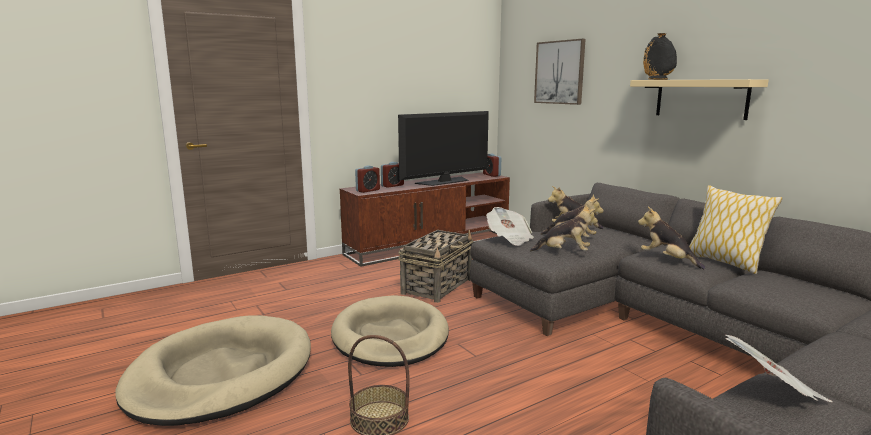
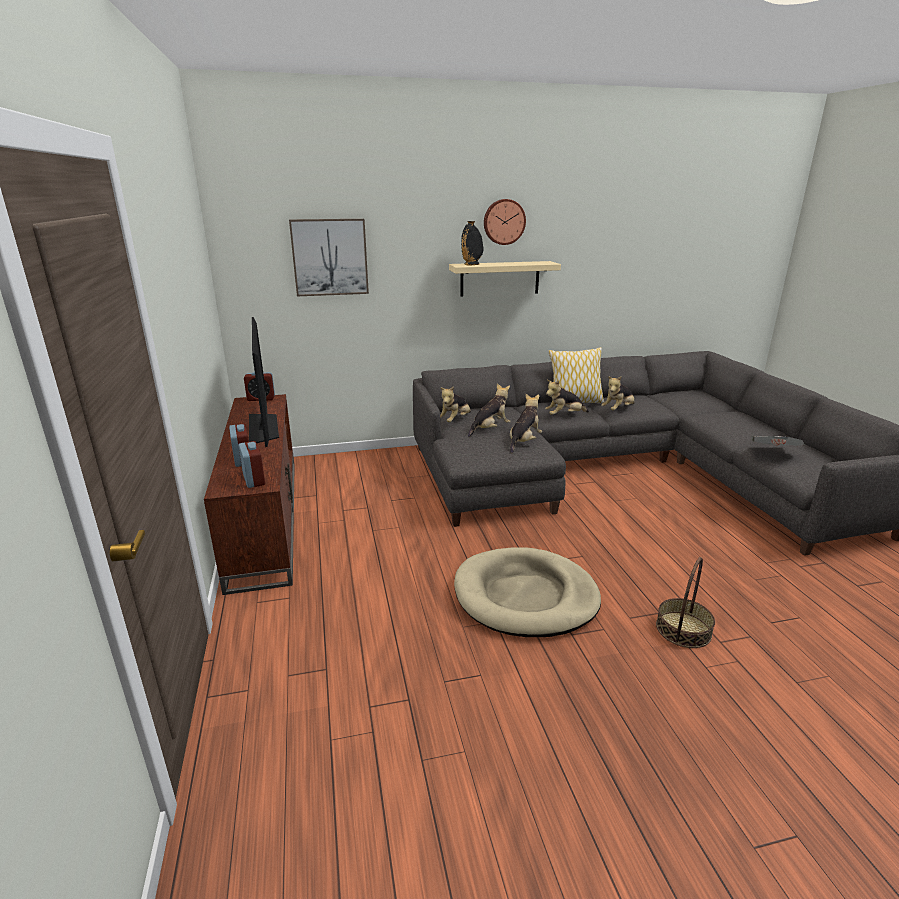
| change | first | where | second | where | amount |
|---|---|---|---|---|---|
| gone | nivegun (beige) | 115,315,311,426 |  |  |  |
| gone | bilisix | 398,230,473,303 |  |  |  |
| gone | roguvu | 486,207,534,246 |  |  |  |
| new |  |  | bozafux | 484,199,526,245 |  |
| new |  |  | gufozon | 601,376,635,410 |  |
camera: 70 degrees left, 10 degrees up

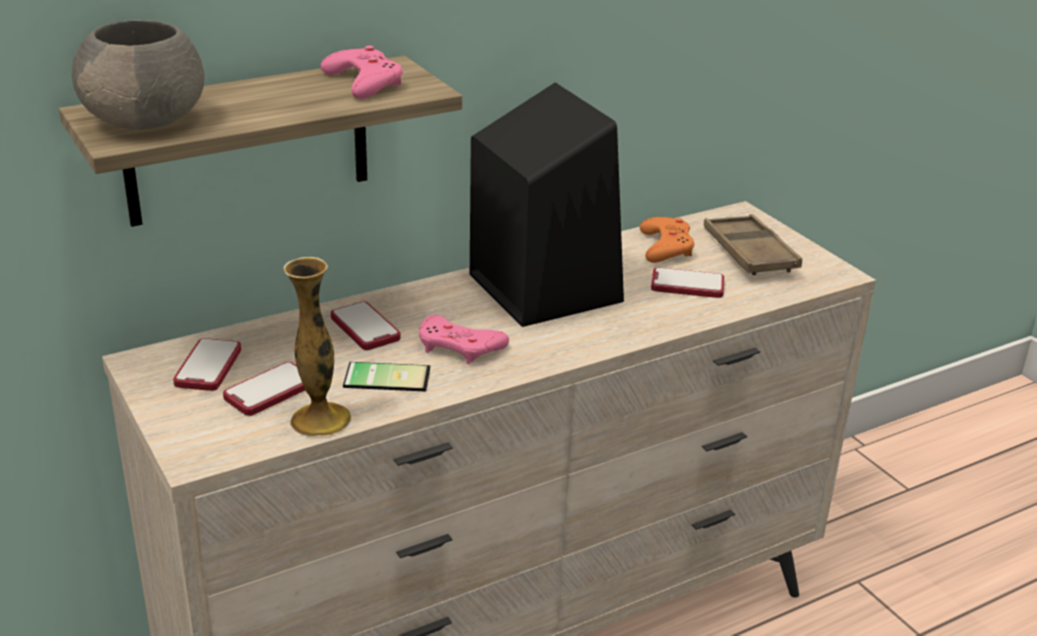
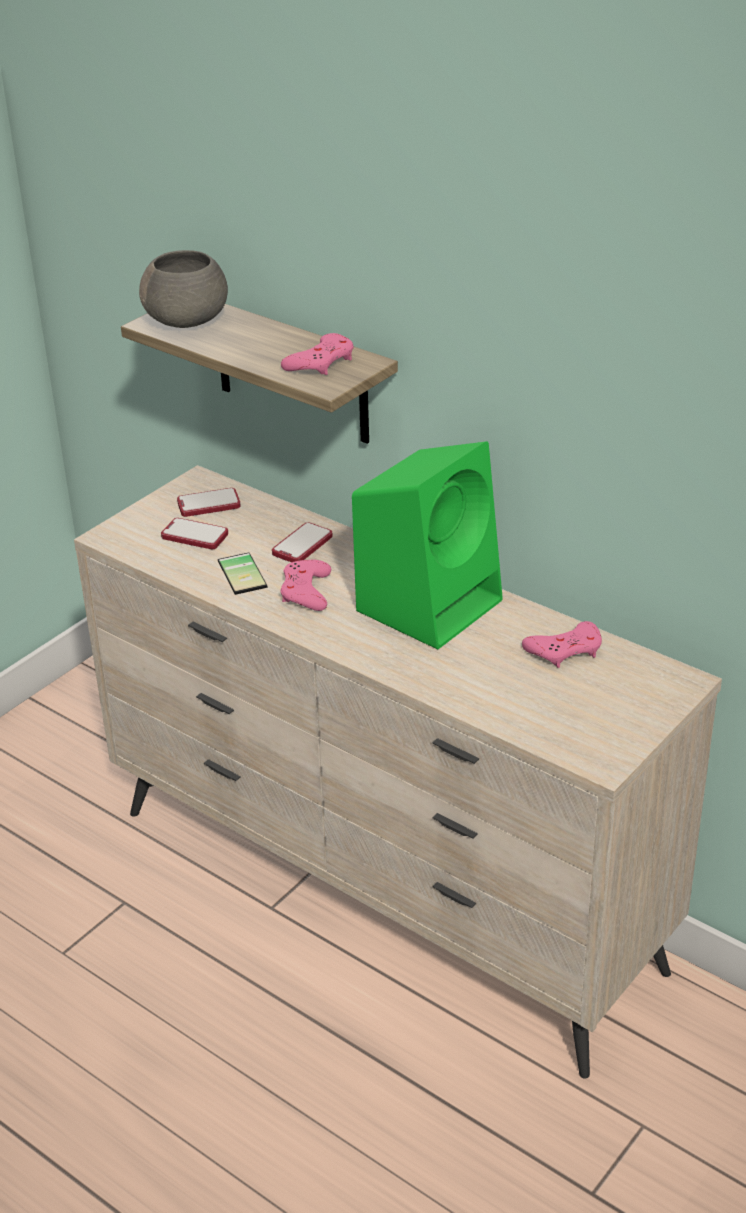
| change | first | where | second | where | amount |
|---|---|---|---|---|---|
| gone | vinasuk | 283,257,352,437 |  |  |  |
| gone | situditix | 651,267,724,298 |  |  |  |
| gone | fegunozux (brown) | 704,214,802,276 |  |  |  |
| repainted | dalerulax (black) | 469,82,624,327 | dalerulax (green) | 352,441,503,649 |  |
| repainted | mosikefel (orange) | 640,217,694,263 | mosikefel (pink) | 522,621,602,668 |  |
camera: 70 degrees right, 5 degrees up

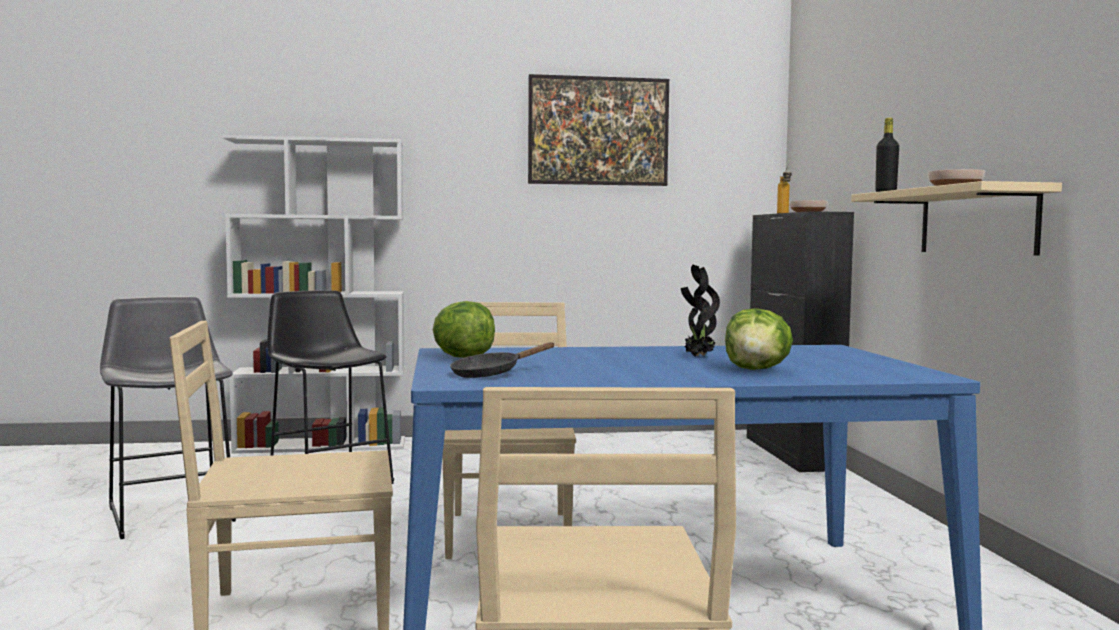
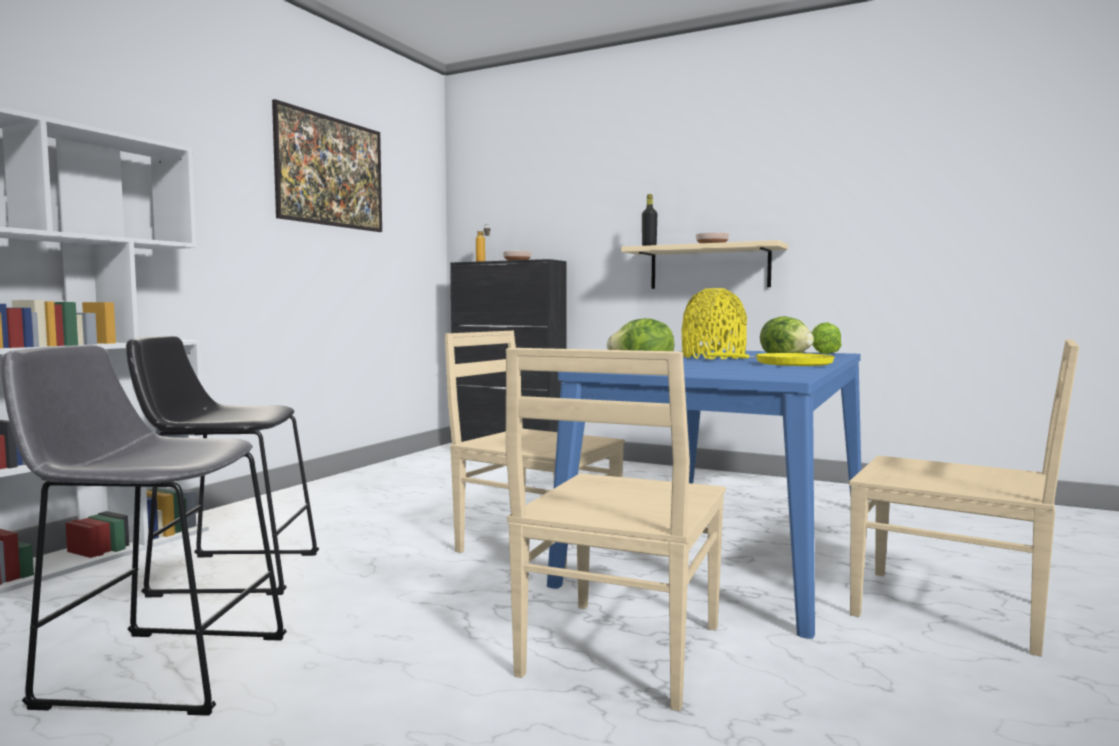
| change | first | where | second | where | amount |
|---|---|---|---|---|---|
| gone | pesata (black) | 450,342,555,378 |  |  |  |
| new |  |  | pesata (yellow) | 707,352,835,366 |  |
| new |  |  | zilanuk | 811,322,842,354 |  |
| swapped | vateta | 681,264,720,357 | vinasuk (yellow) | 682,288,747,360 |  |
camera: 55 degrees left, 0 degrees up

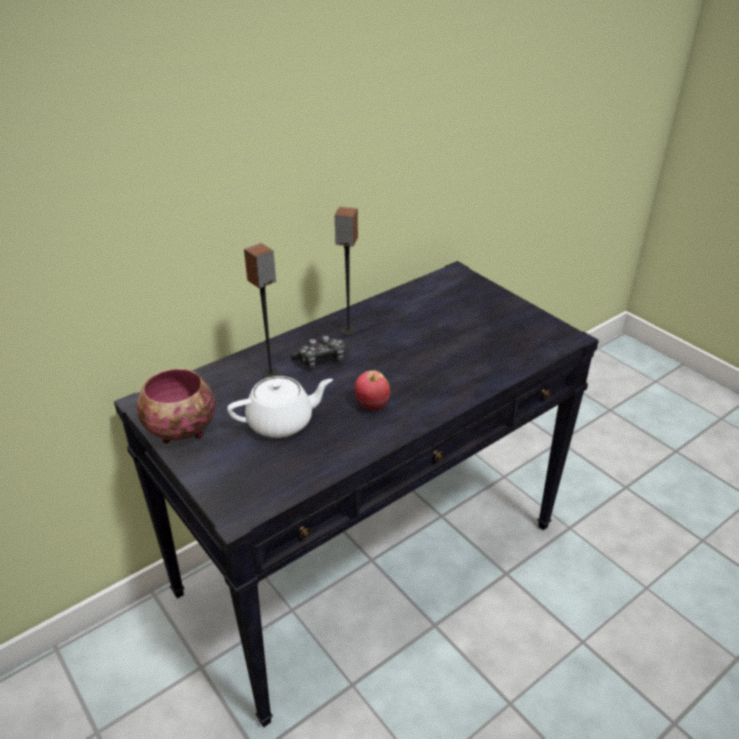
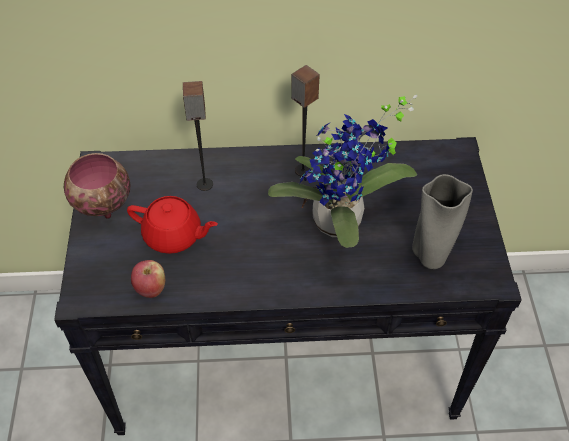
| change | first | where | second | where | amount |
|---|---|---|---|---|---|
| gone | mosikefel | 291,336,345,368 |  |  |  |
| new |  |  | vateta | 268,95,417,248 |  |
| new |  |  | vinasuk (grey) | 412,174,473,269 |  |
| shifted | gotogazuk | 355,371,390,410 |  | 131,260,165,298 |  |
| repainted | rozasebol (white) | 227,376,333,438 | rozasebol (red) | 127,196,218,254 |  |
camera: 35 degrees right, 15 degrees up

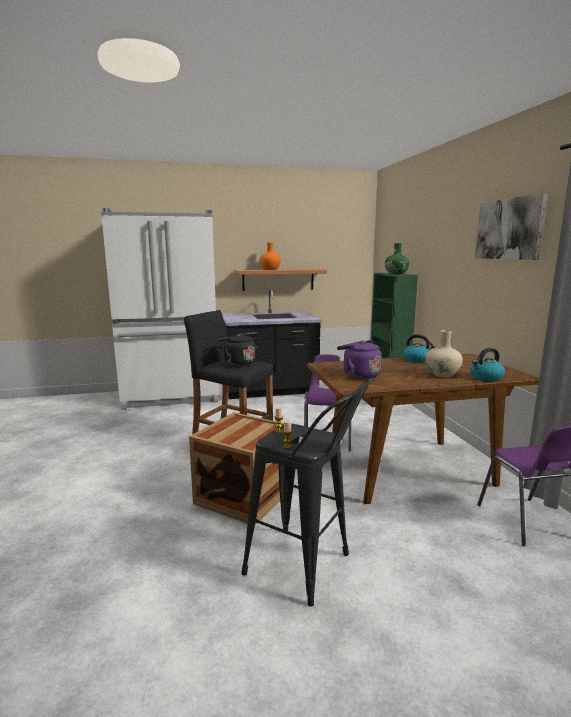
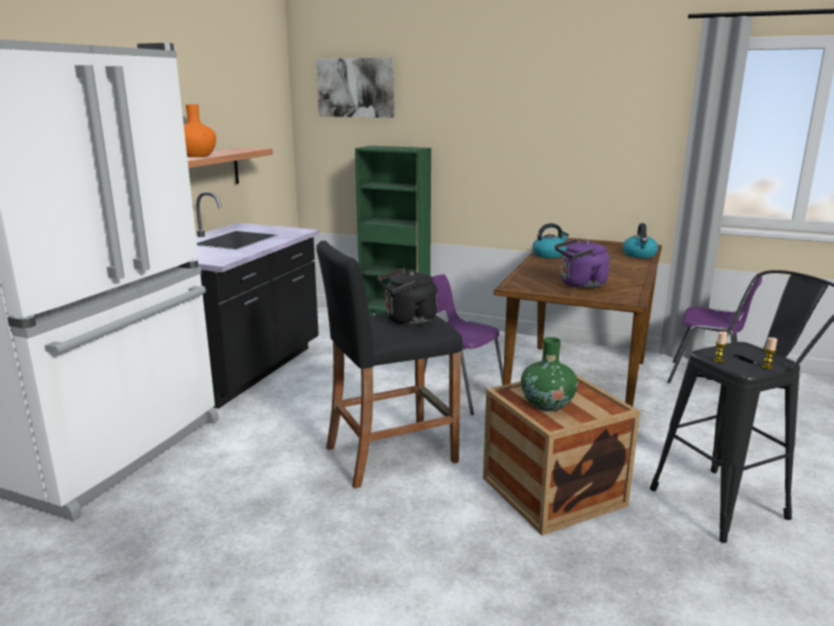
| change | first | where | second | where | amount |
|---|---|---|---|---|---|
| gone | vinasuk (beige) | 425,330,463,377 |  |  |  |
| shifted | vinasuk (green) | 385,243,409,274 |  | 521,337,578,411 |  |
| shifted | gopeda | 475,193,548,260 |  | 316,58,394,118 |  |
camera: 55 degrees left, 5 degrees up

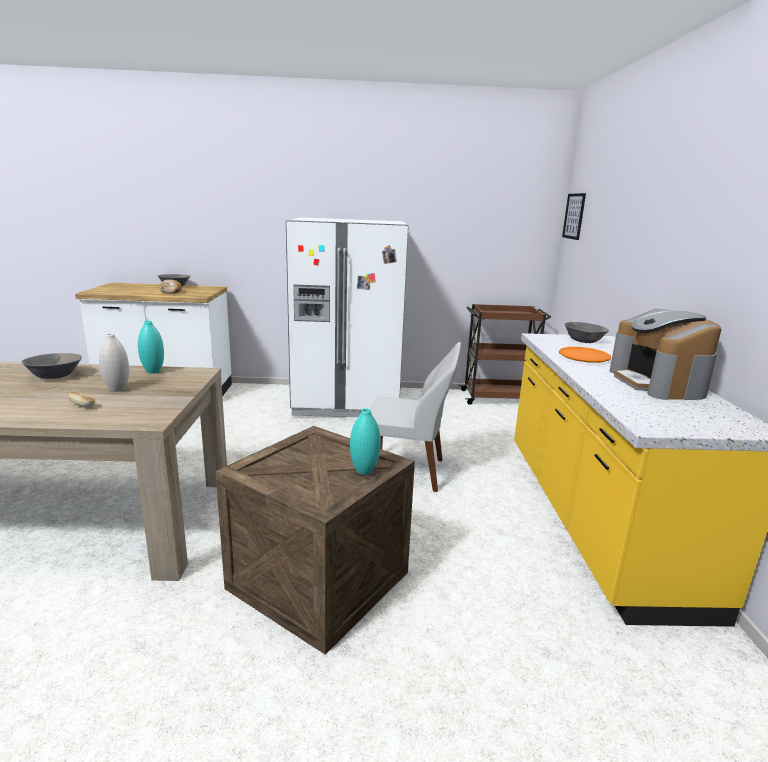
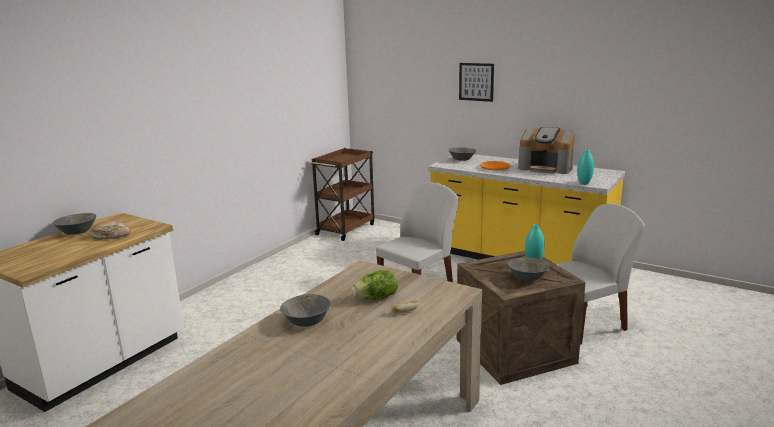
| change | first | where | second | where | amount |
|---|---|---|---|---|---|
| gone | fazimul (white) | 286,217,409,417 |  |  |  |
| new |  |  | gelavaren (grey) | 508,258,550,281 |  |
| new |  |  | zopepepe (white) | 556,203,645,345 |  |
| shifted | vinasuk (turquoise) | 138,321,164,374 |  | 577,149,594,185 |  |
| shifted | gopeda | 562,193,586,240 |  | 459,63,494,102 |  |
| swapped | vinasuk (white) | 99,333,129,392 | zilanuk | 352,270,398,300 |  |
camera: 55 degrees left, 0 degrees up

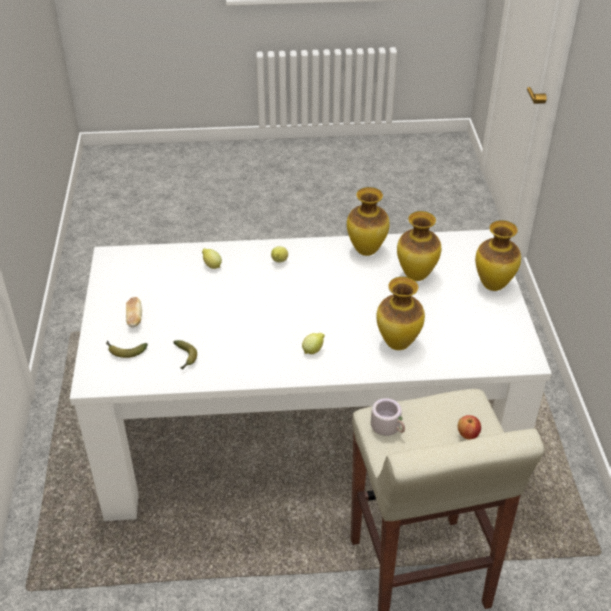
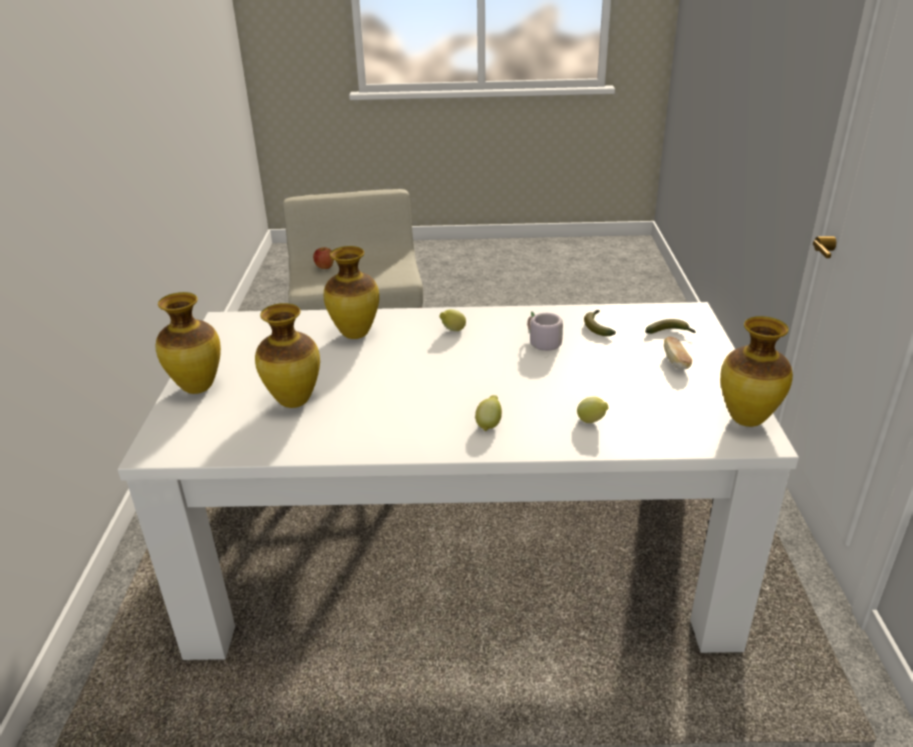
| change | first | where | second | where | amount |
|---|---|---|---|---|---|
| shifted | vinasuk | 347,187,390,256 |  | 720,316,793,427 |  |
| shifted | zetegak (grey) | 371,398,405,436 |  | 527,311,563,358 |  |
camera: 175 degrees left, 10 degrees down

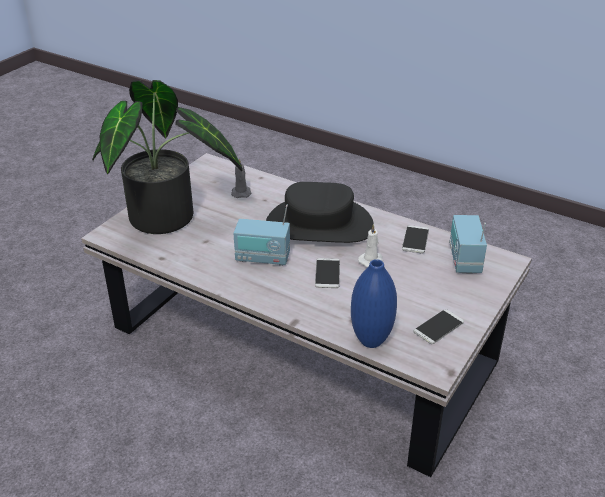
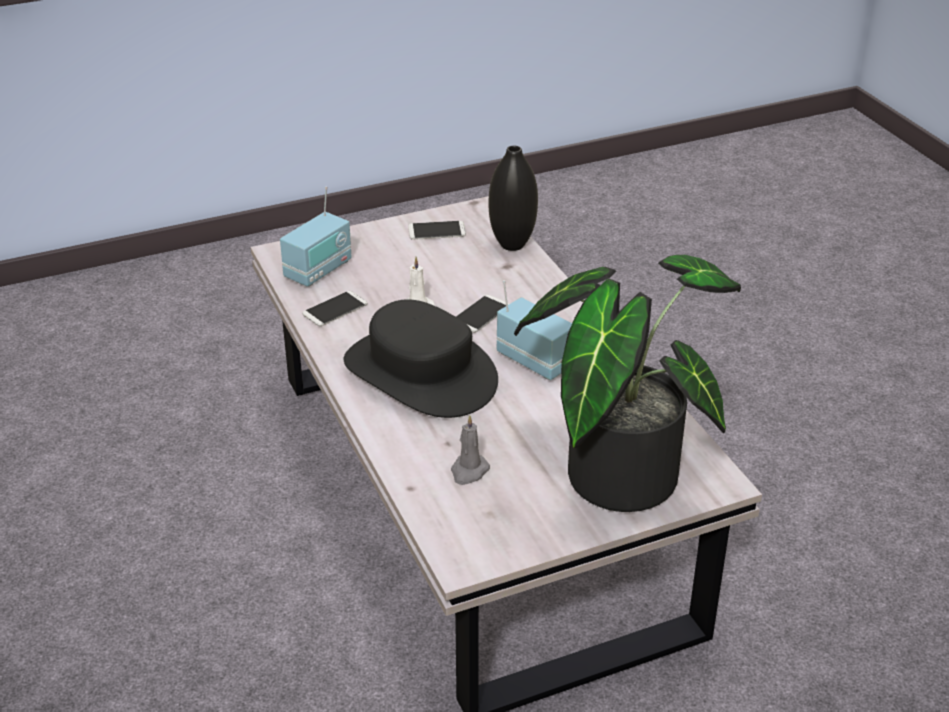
| change | first | where | second | where | amount |
|---|---|---|---|---|---|
| repainted | vinasuk (blue) | 351,259,397,348 | vinasuk (black) | 488,146,538,251 |  |
camera: 145 degrees left, 0 degrees up

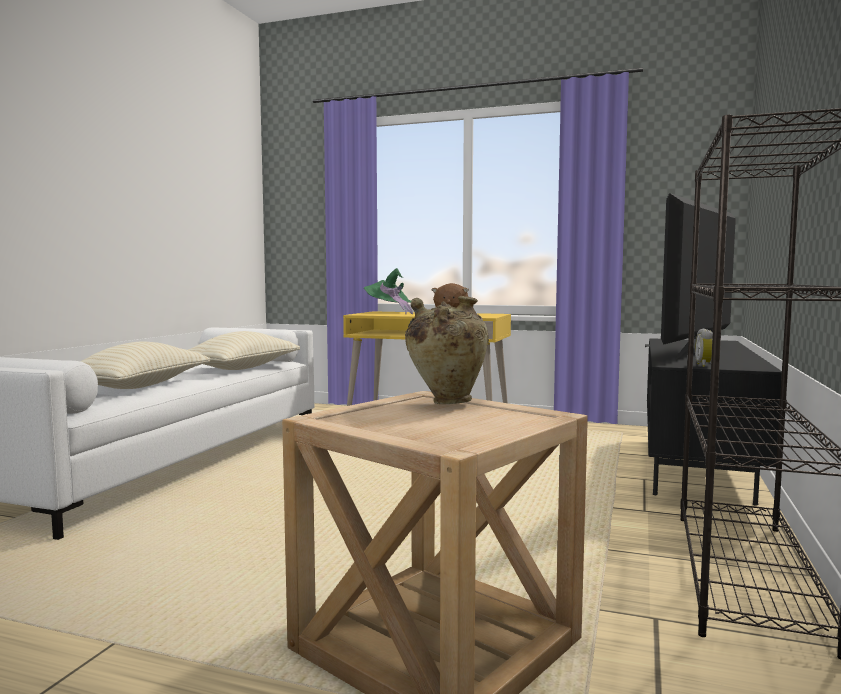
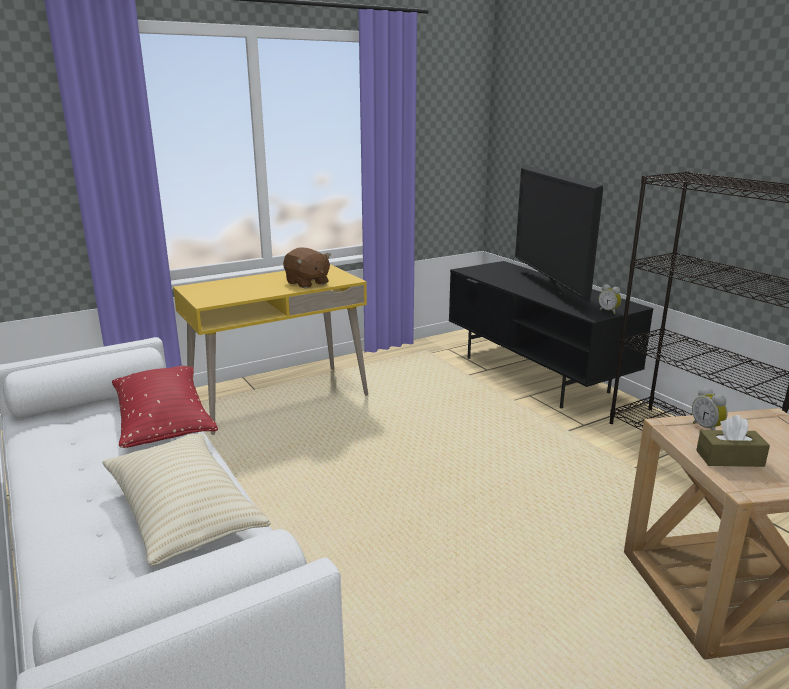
| change | first | where | second | where | amount |
|---|---|---|---|---|---|
| gone | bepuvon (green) | 364,268,413,314 |  |  |  |
| new |  |  | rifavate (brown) | 696,415,770,467 |  |
| swapped | vinasuk (beige) | 405,296,489,404 | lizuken | 692,387,728,430 |  |
| repainted | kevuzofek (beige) | 188,331,300,370 | kevuzofek (red) | 112,366,218,448 |  |
camera: 50 degrees left, 15 degrees up

